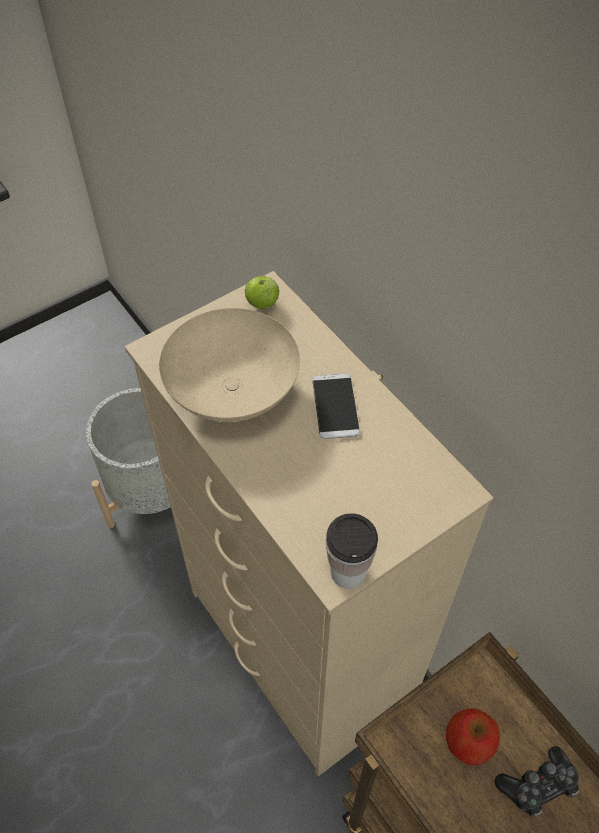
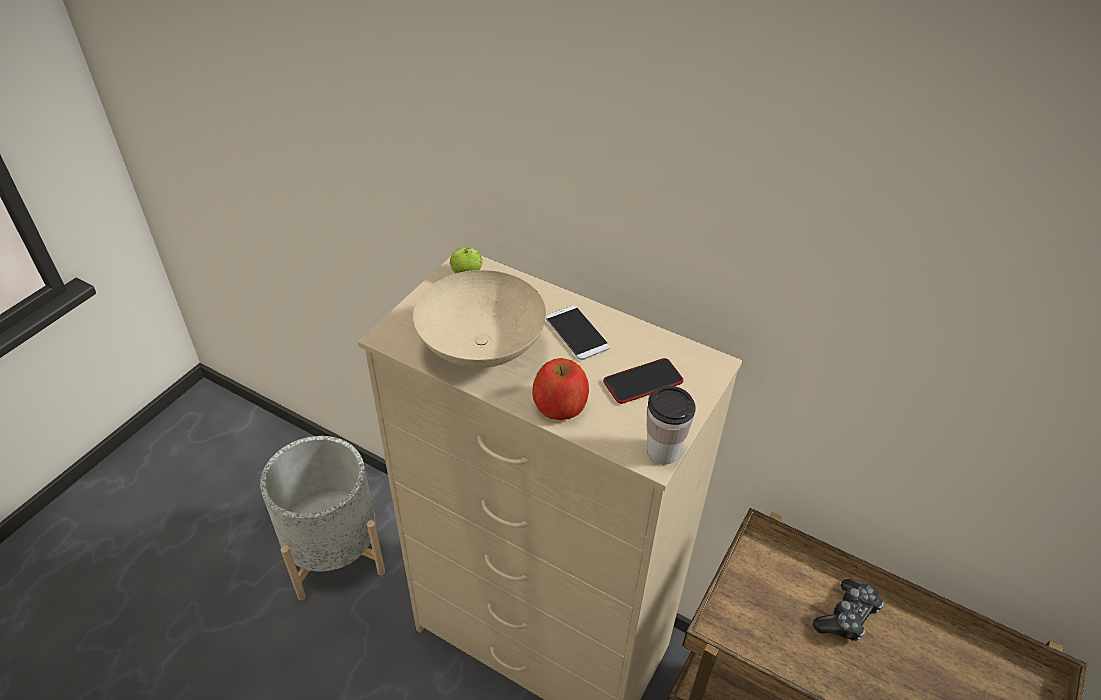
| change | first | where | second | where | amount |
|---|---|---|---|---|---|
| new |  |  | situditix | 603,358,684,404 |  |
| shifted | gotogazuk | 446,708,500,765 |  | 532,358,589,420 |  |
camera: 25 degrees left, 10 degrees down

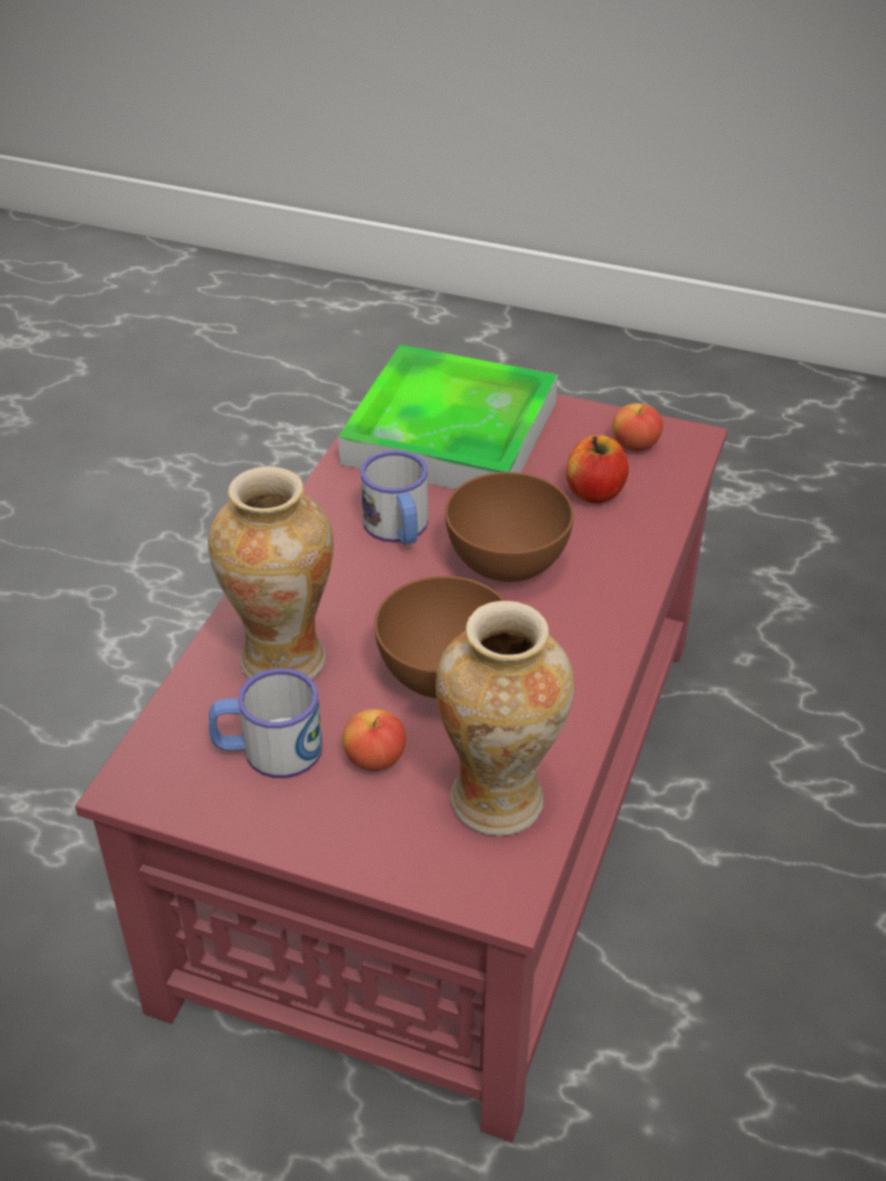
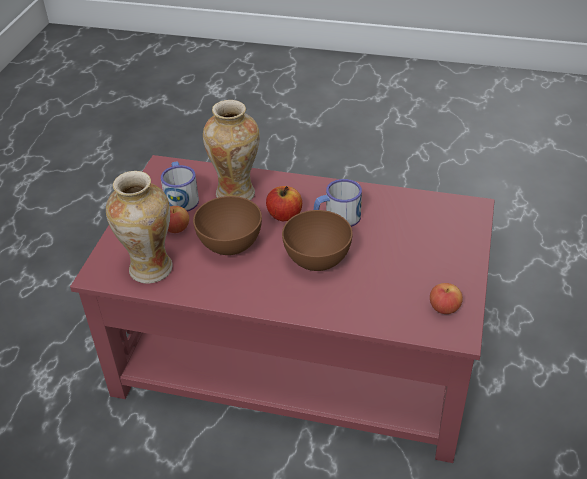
| change | first | where | second | where | amount |
|---|---|---|---|---|---|
| gone | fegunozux | 338,344,558,489 |  |  |  |
| shifted | gotogazuk | 566,435,629,503 |  | 266,186,302,221 |  |
camera: 85 degrees right, 0 degrees up

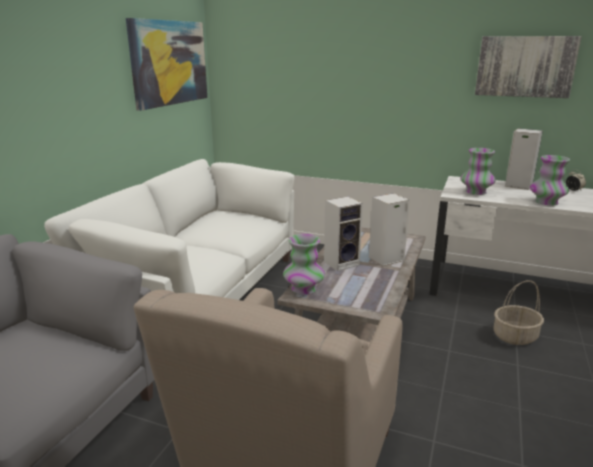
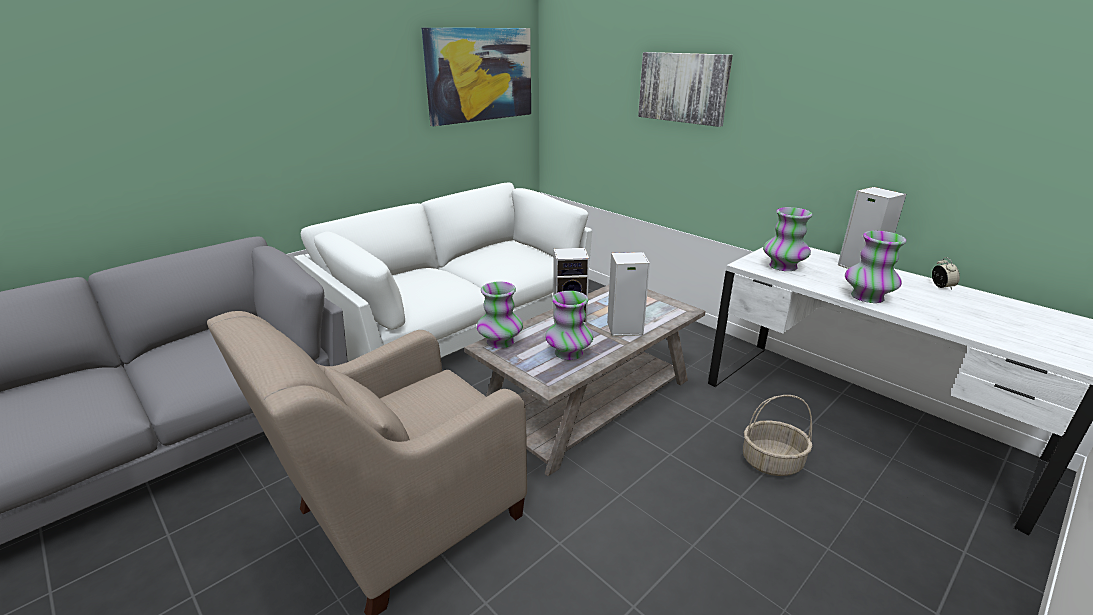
| change | first | where | second | where | amount |
|---|---|---|---|---|---|
| new |  |  | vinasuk | 545,291,593,360 |  |
| shifted | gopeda | 475,36,582,98 |  | 638,52,733,127 |  |
camera: 25 degrees right, 5 degrees up

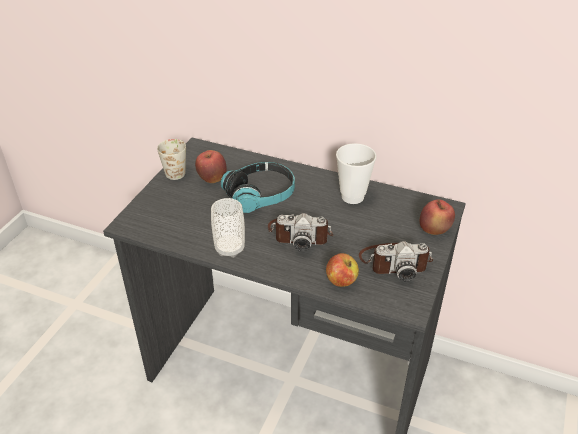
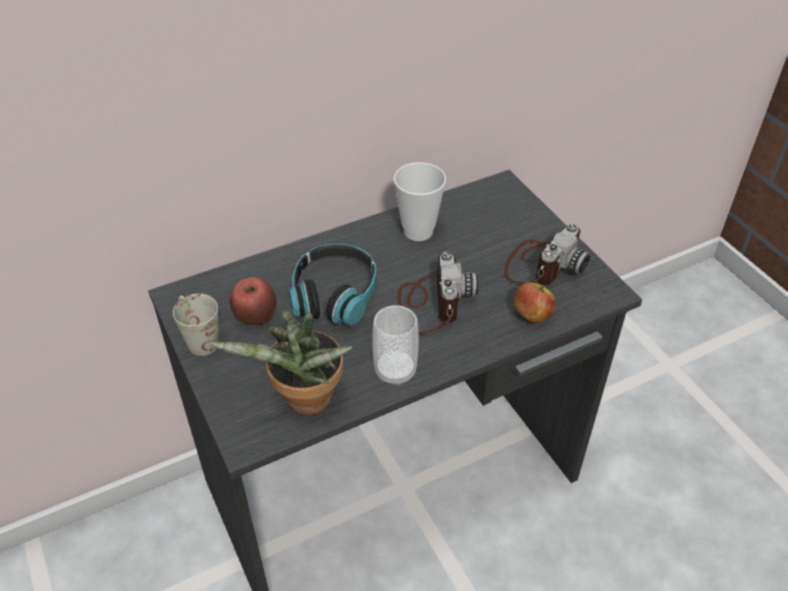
| change | first | where | second | where | amount |
|---|---|---|---|---|---|
| gone | gotogazuk | 420,199,455,235 |  |  |  |
| new |  |  | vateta | 210,310,353,415 |  |
| rotated | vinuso | 268,213,333,251 |  | 397,252,478,334 | 45 degrees counterclockwise |
camera: 50 degrees left, 5 degrees up

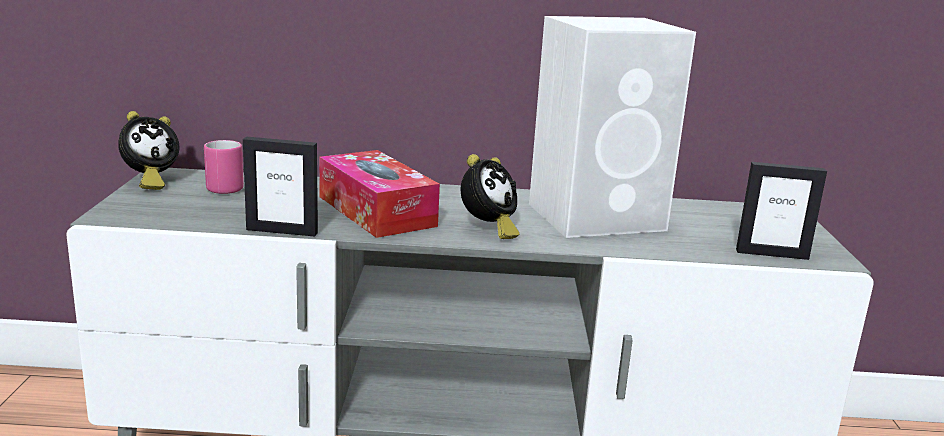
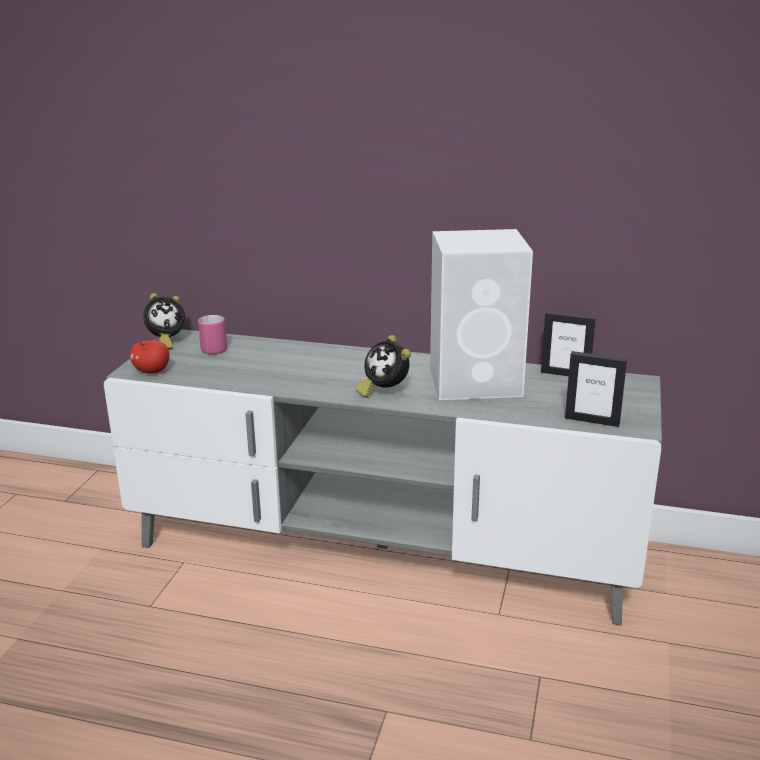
| change | first | where | second | where | amount |
|---|---|---|---|---|---|
| gone | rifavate | 319,150,440,238 |  |  |  |
| new |  |  | gotogazuk | 130,341,169,374 |  |
| shifted | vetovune | 243,136,318,237 |  | 541,311,596,376 |  |
| rotated | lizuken | 460,154,520,239 |  | 355,335,411,398 | 90 degrees clockwise |
camera: 15 degrees right, 5 degrees up

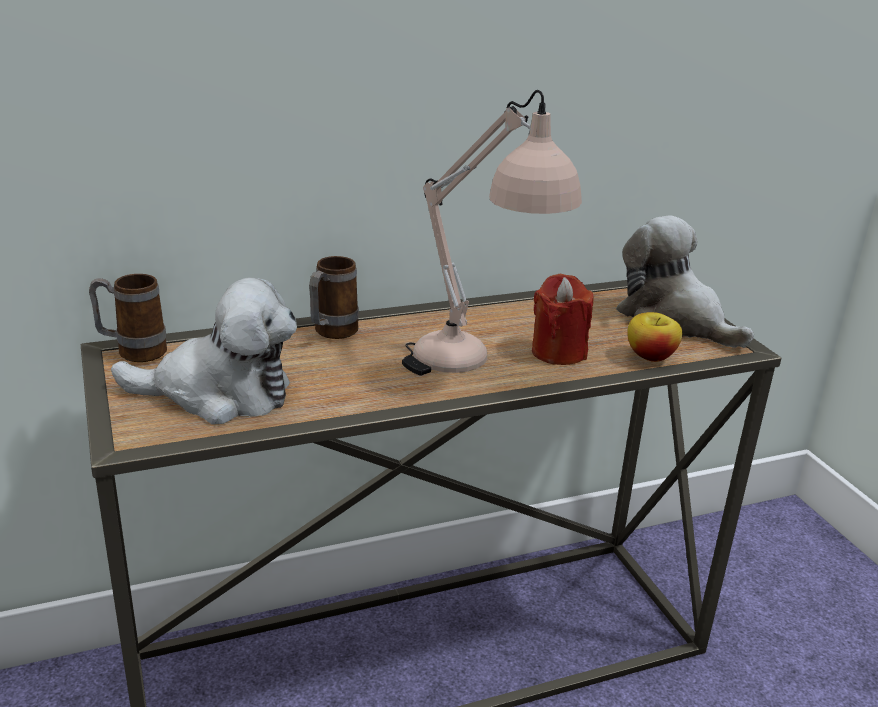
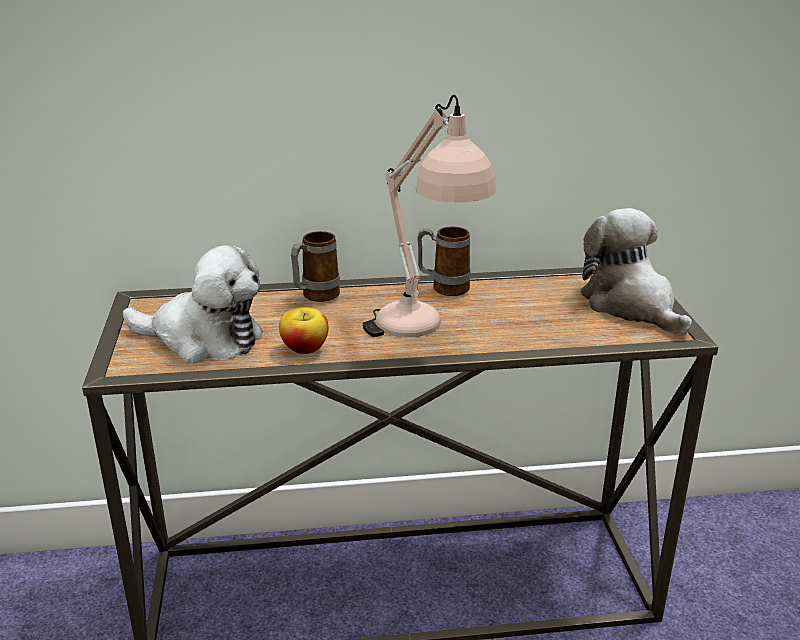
| change | first | where | second | where | amount |
|---|---|---|---|---|---|
| gone | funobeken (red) | 532,274,593,365 |  |  |  |
| shifted | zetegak | 89,274,167,362 |  | 417,227,471,296 |  |
| shifted | gotogazuk | 627,312,682,362 |  | 279,307,329,354 |  |
camera: 15 degrees right, 0 degrees up

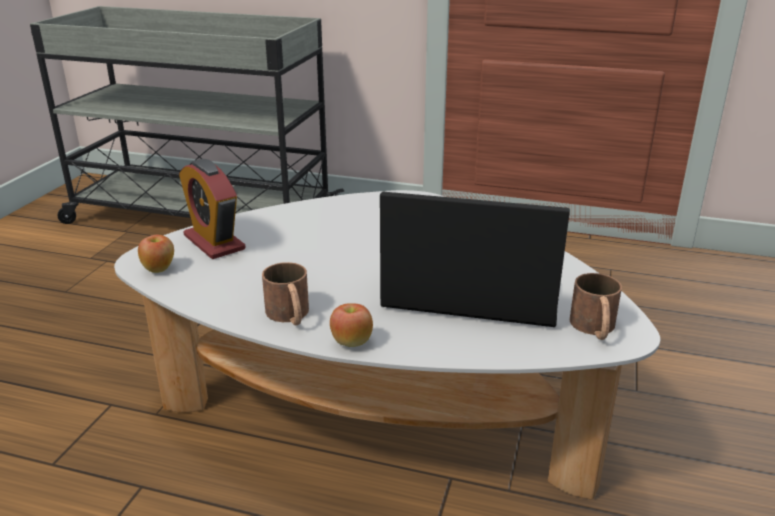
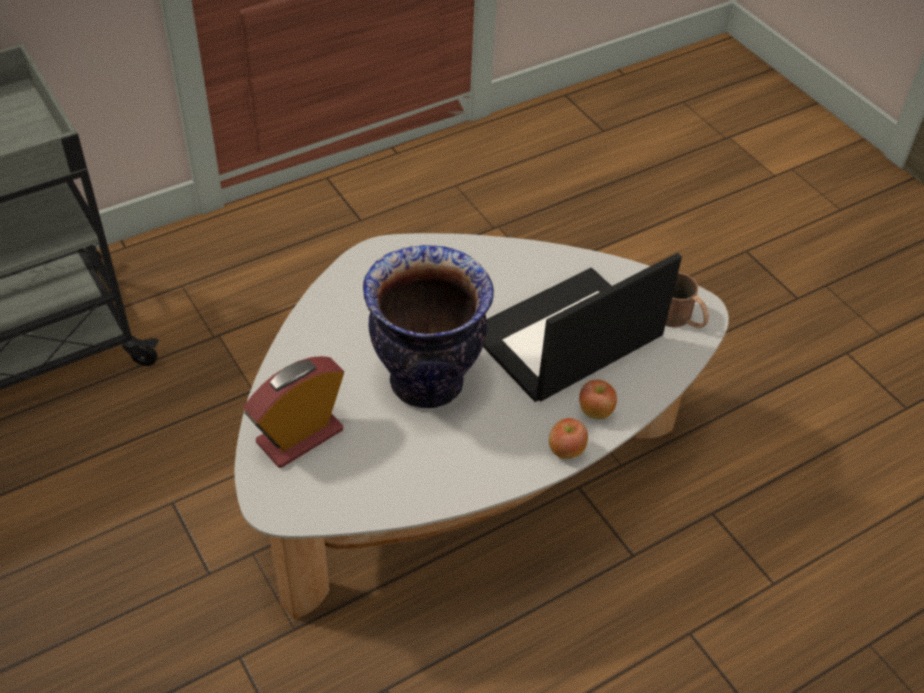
| change | first | where | second | where | amount |
|---|---|---|---|---|---|
| gone | zetegak (brown) | 262,262,309,325 |  |  |  |
| new |  |  | vinasuk | 363,245,494,408 |  |
| shifted | gotogazuk | 138,235,174,273 |  | 579,380,617,420 |  |
| rotated | lizuken | 179,159,246,259 |  | 244,356,344,468 | 135 degrees clockwise |
camera: 50 degrees left, 20 degrees up

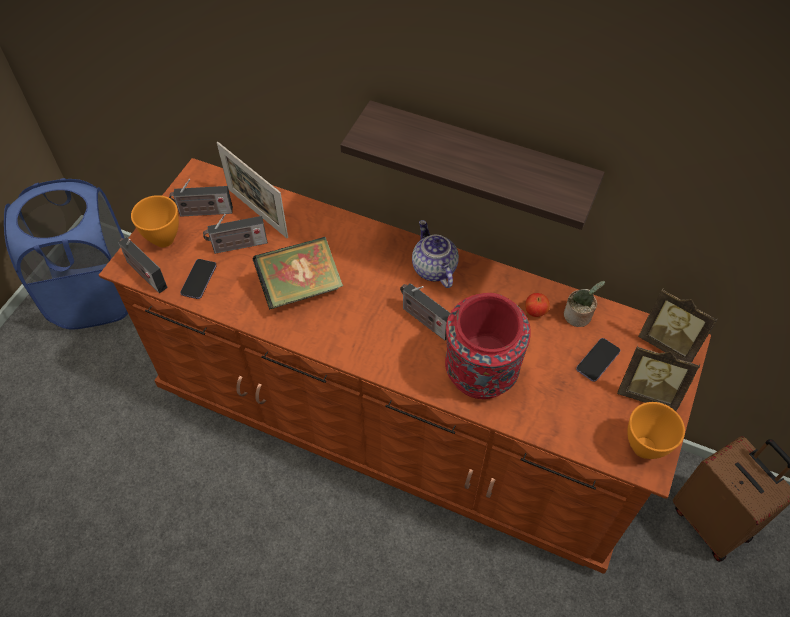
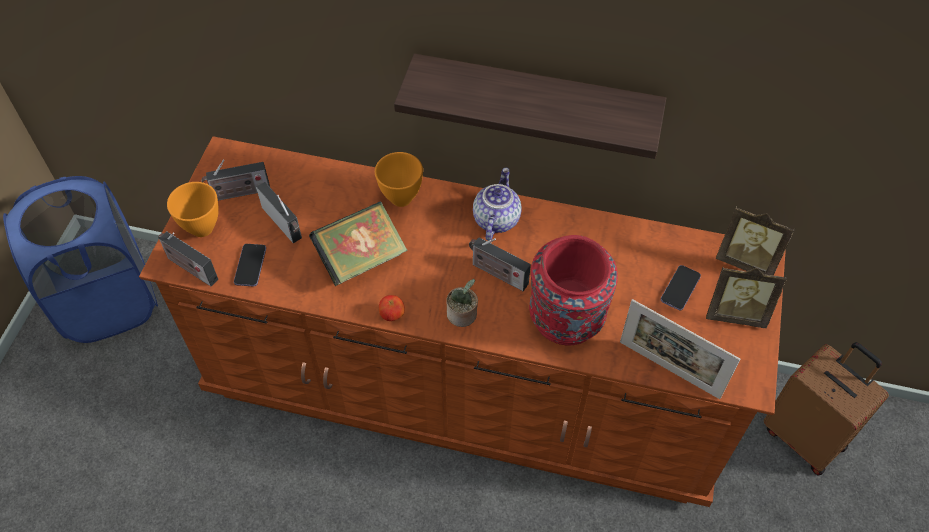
| change | first | where | second | where | amount |
|---|---|---|---|---|---|
| shifted | vetovune | 217,142,288,239 |  | 620,299,740,399 |  |
| shifted | gotogazuk | 525,293,550,317 |  | 379,295,405,321 |  |
| shifted | vateta | 564,281,605,327 |  | 446,279,478,327 |  |
| shifted | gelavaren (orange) | 627,402,685,459 |  | 375,152,423,207 |  |
| rotated | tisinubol | 203,214,268,254 |  | 256,182,302,243 | 105 degrees counterclockwise |
| rotated | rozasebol | 412,220,459,288 |  | 473,168,522,241 | 45 degrees clockwise |
camera: 10 degrees left, 0 degrees up

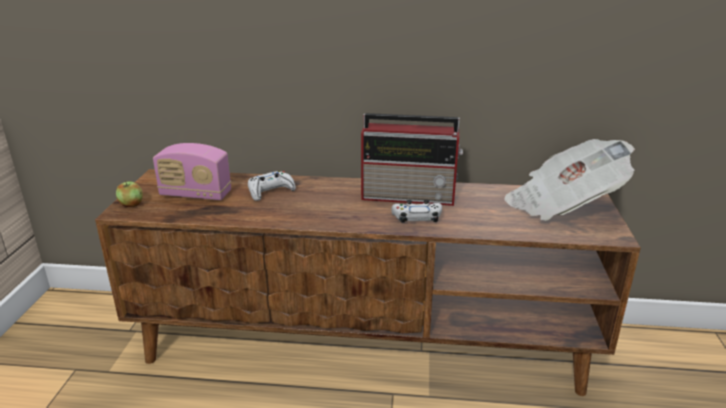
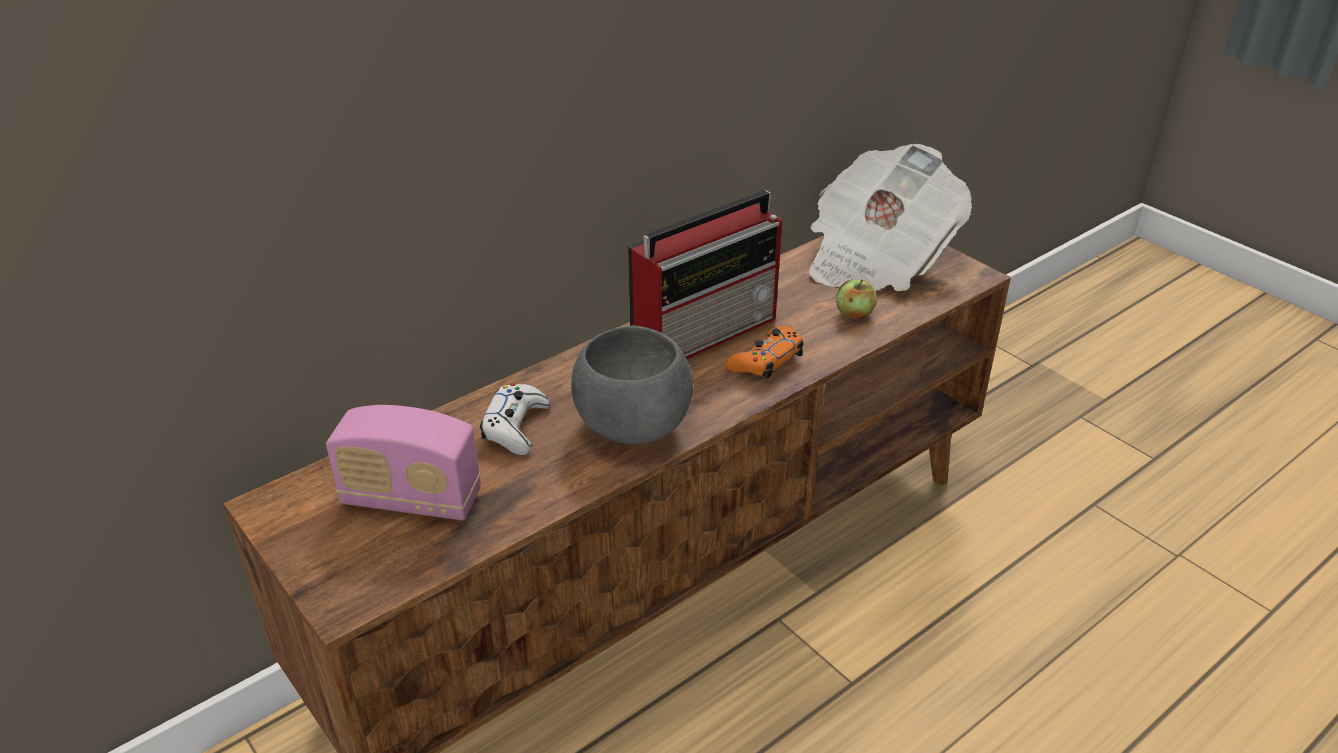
| change | first | where | second | where | amount |
|---|---|---|---|---|---|
| new |  |  | gelavaren (grey) | 571,325,693,444 |  |
| shifted | gotogazuk | 116,181,143,207 |  | 836,280,877,320 |  |
| repainted | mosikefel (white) | 391,200,442,223 | mosikefel (orange) | 726,326,804,379 |  |
| rotated | tisinubol | 153,143,231,200 |  | 326,405,481,520 | 45 degrees clockwise |
camera: 45 degrees left, 10 degrees up

